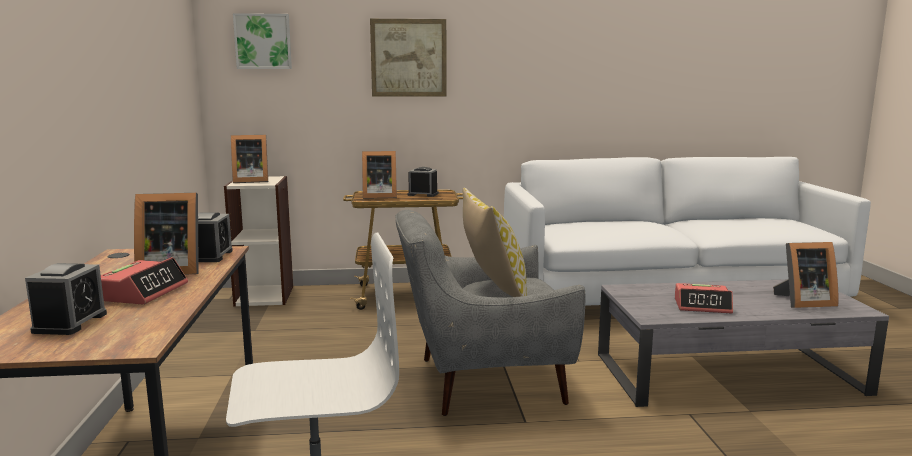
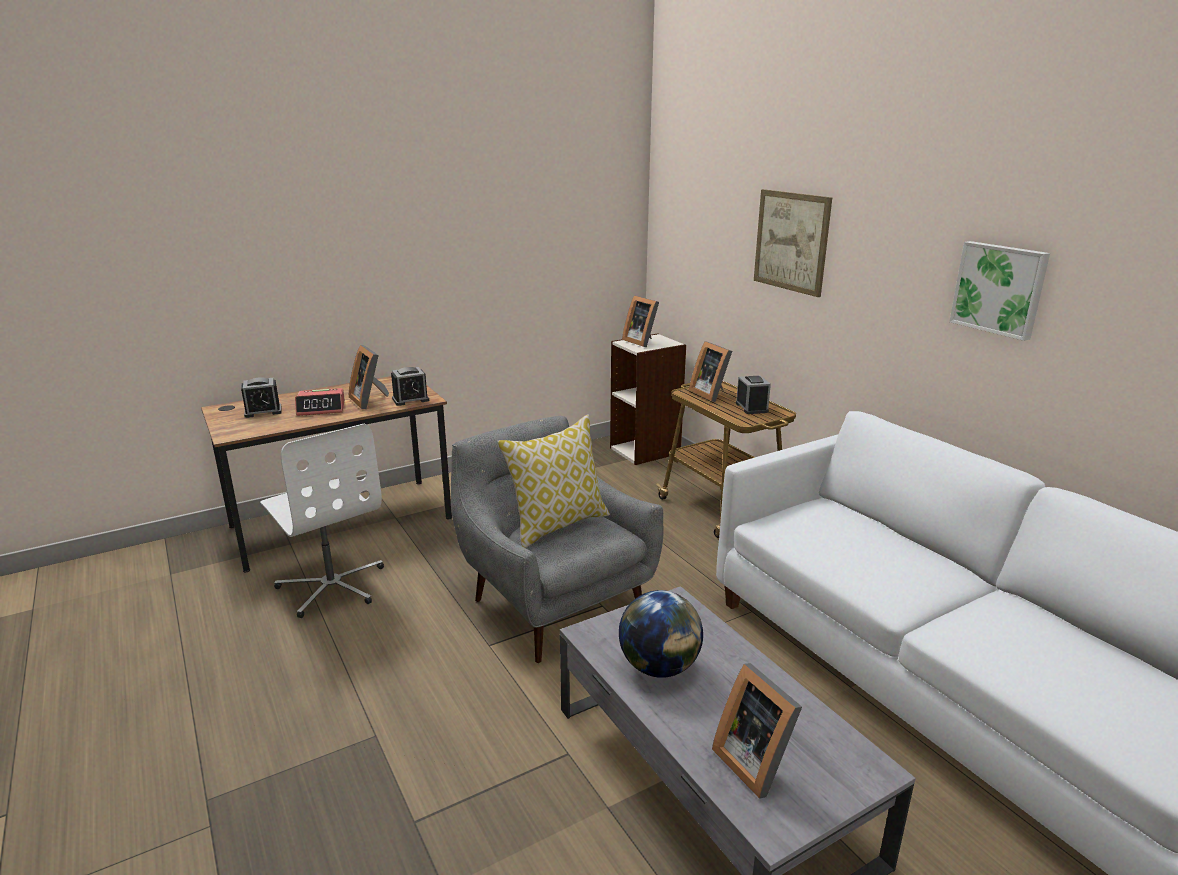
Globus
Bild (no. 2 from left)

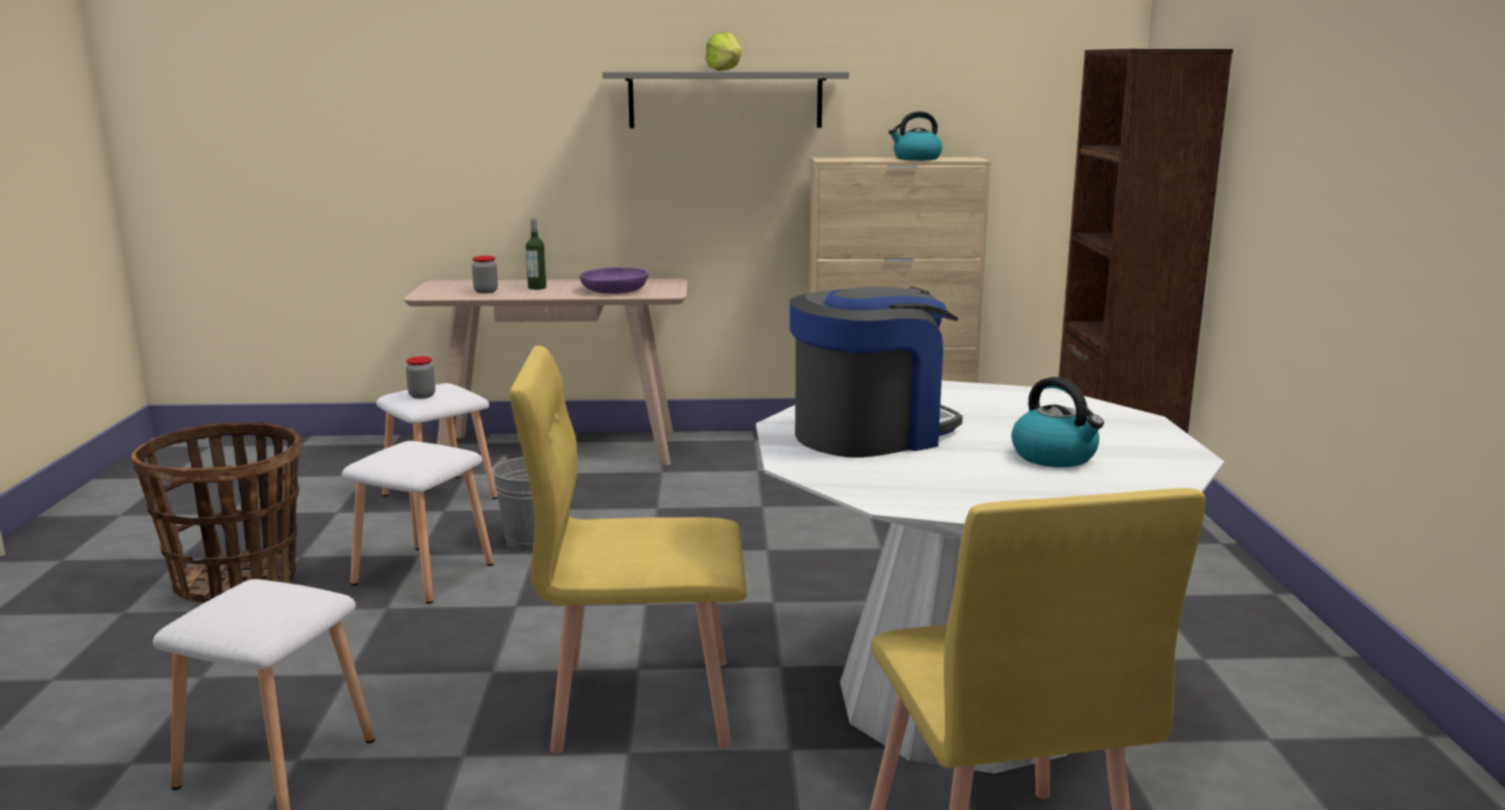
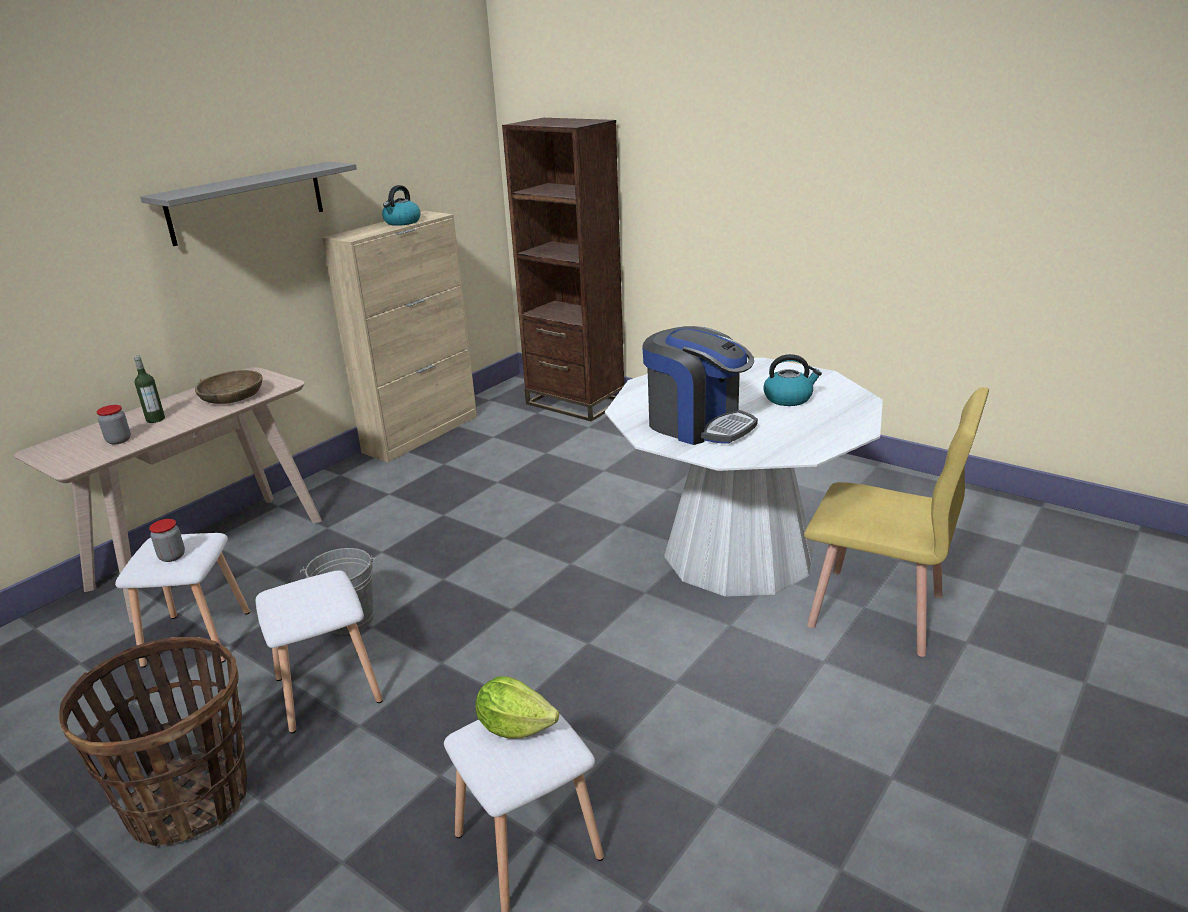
Schüssel [braun]
Salatkopf
Kaffeemaschine
Stuhl [gelb] (no. 1 from left in the first image)

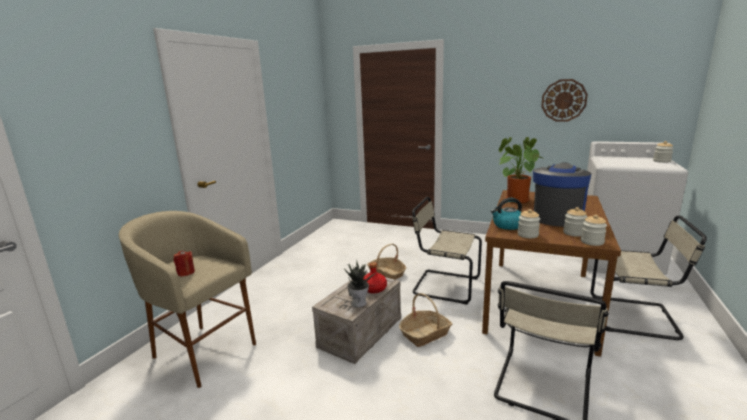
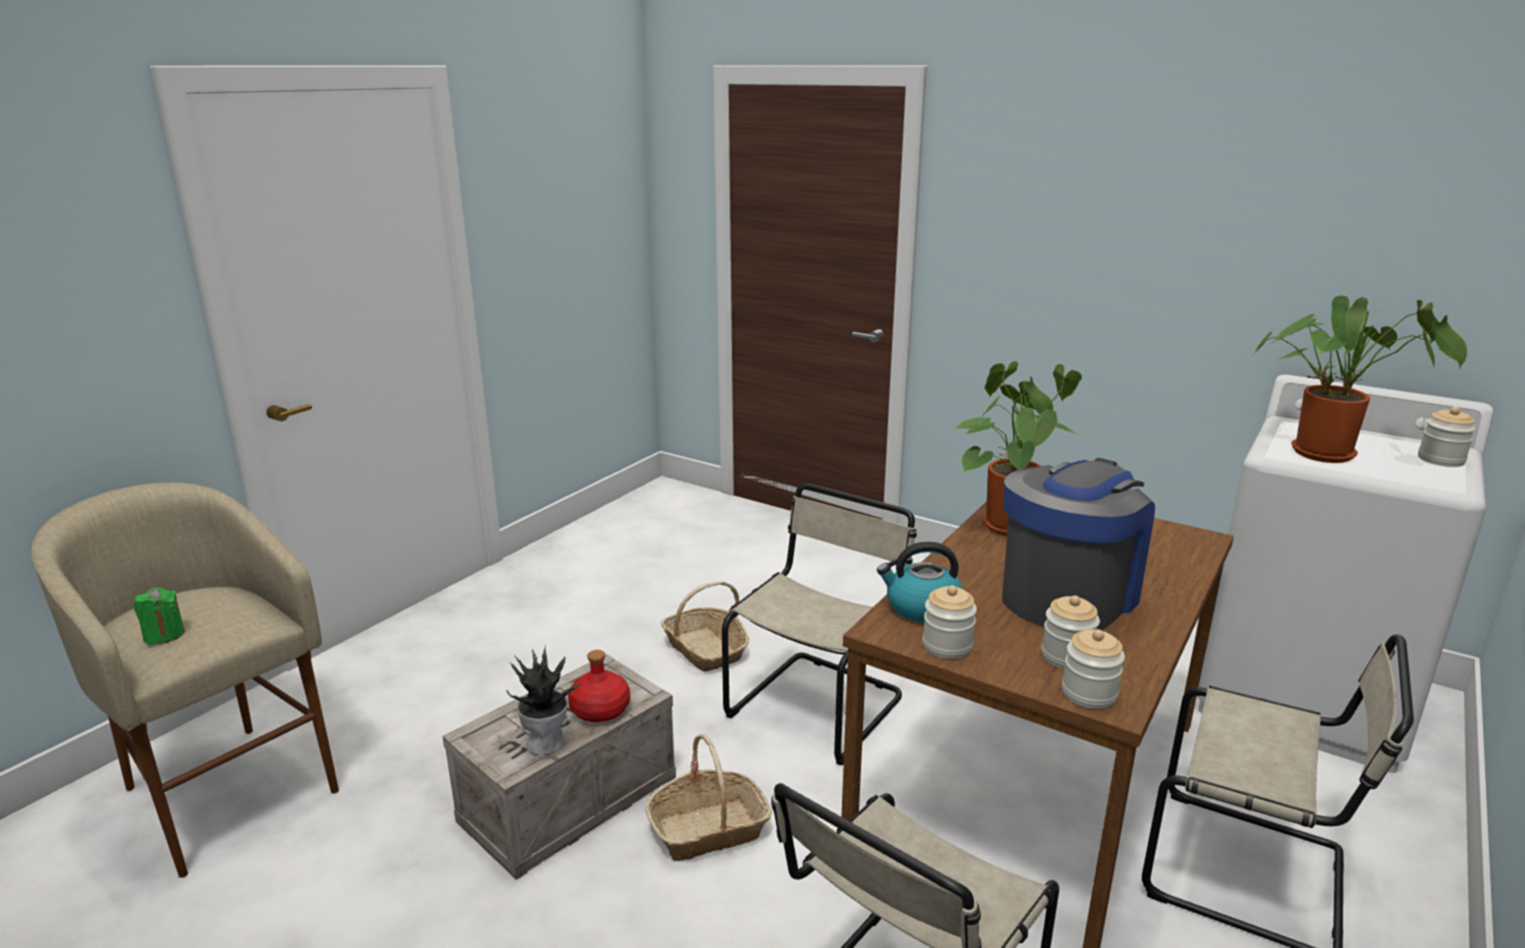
Kerze [grün]
Stuhl [beige] (no. 1 from left)
Topfpflanze (no. 3 from left)
Wanduhr

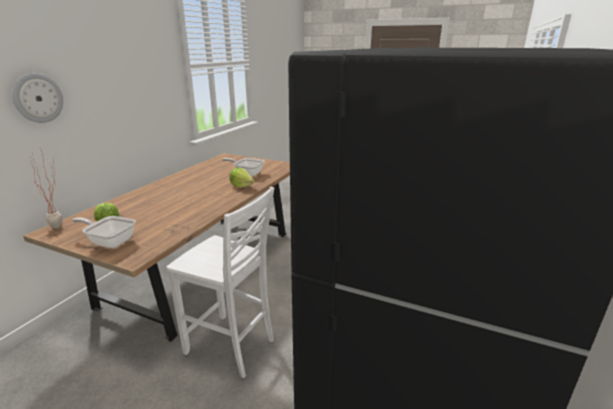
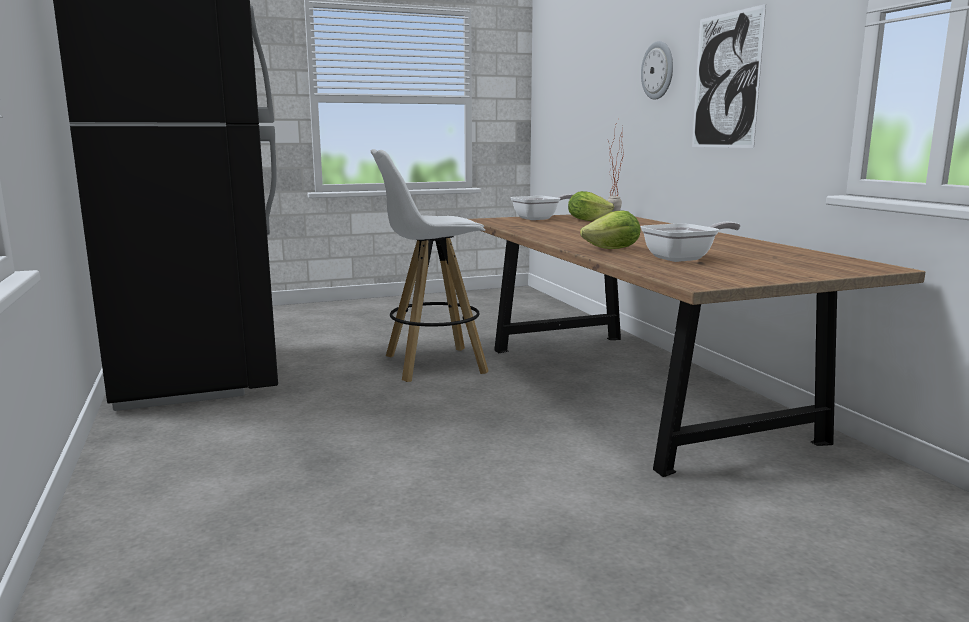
Hocker [weiß]
Bild

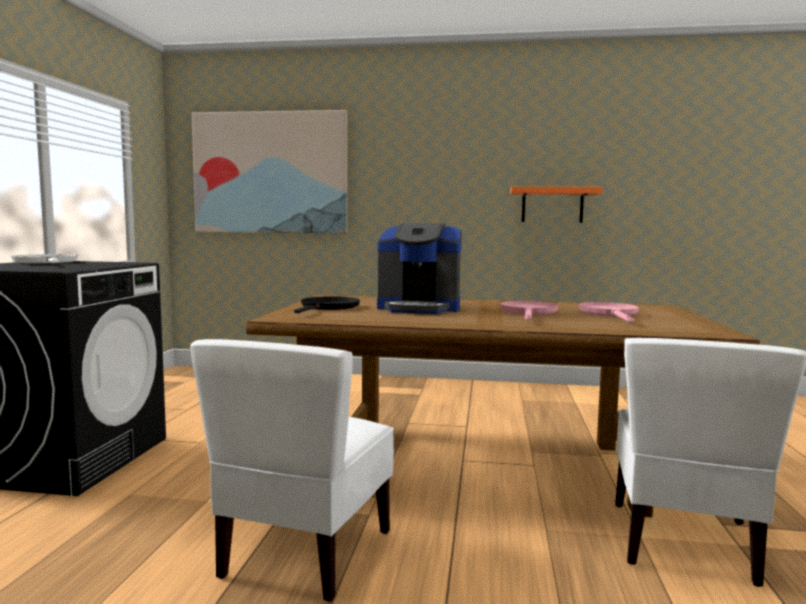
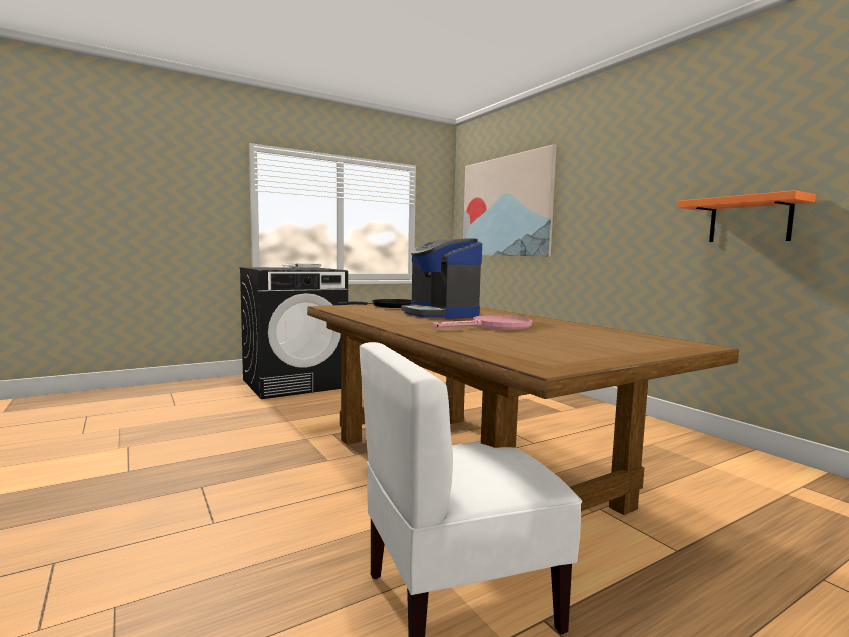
Stuhl [weiß] (no. 1 from left in the first image)
Pfanne [rosa] (no. 2 from left in the first image)

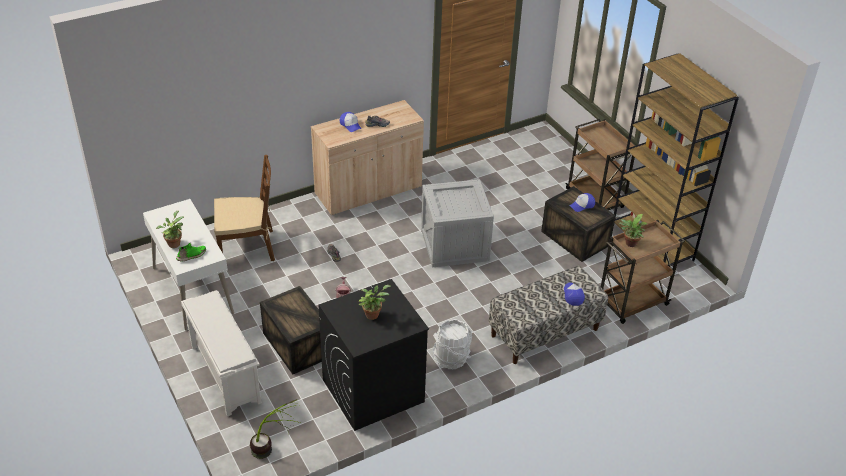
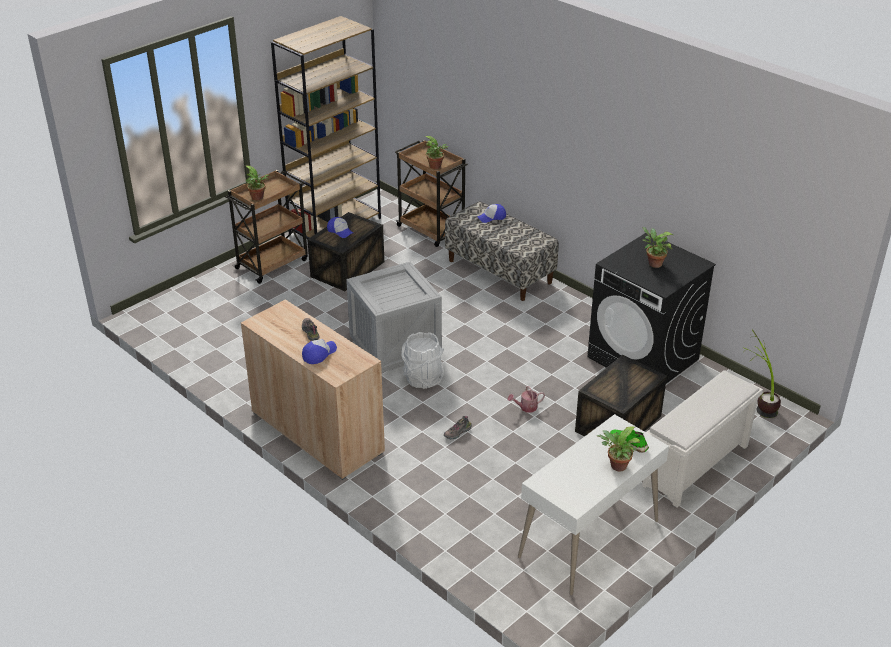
Topfpflanze (no. 1 from left)
Eimer [weiß]
Stuhl [braun]

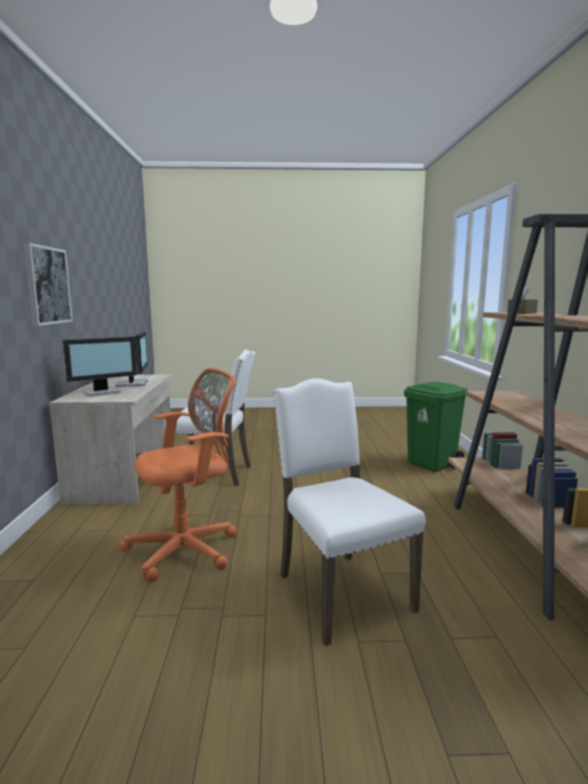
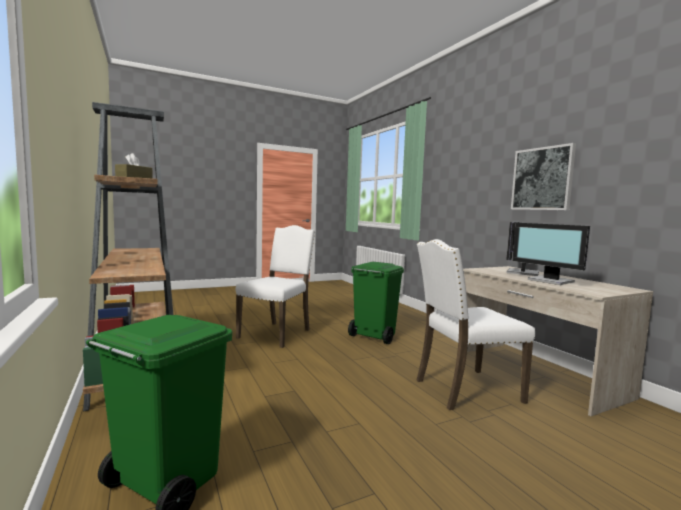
Stuhl [weiß] (no. 1 from left)
Mülleimer [grün] (no. 2 from left)

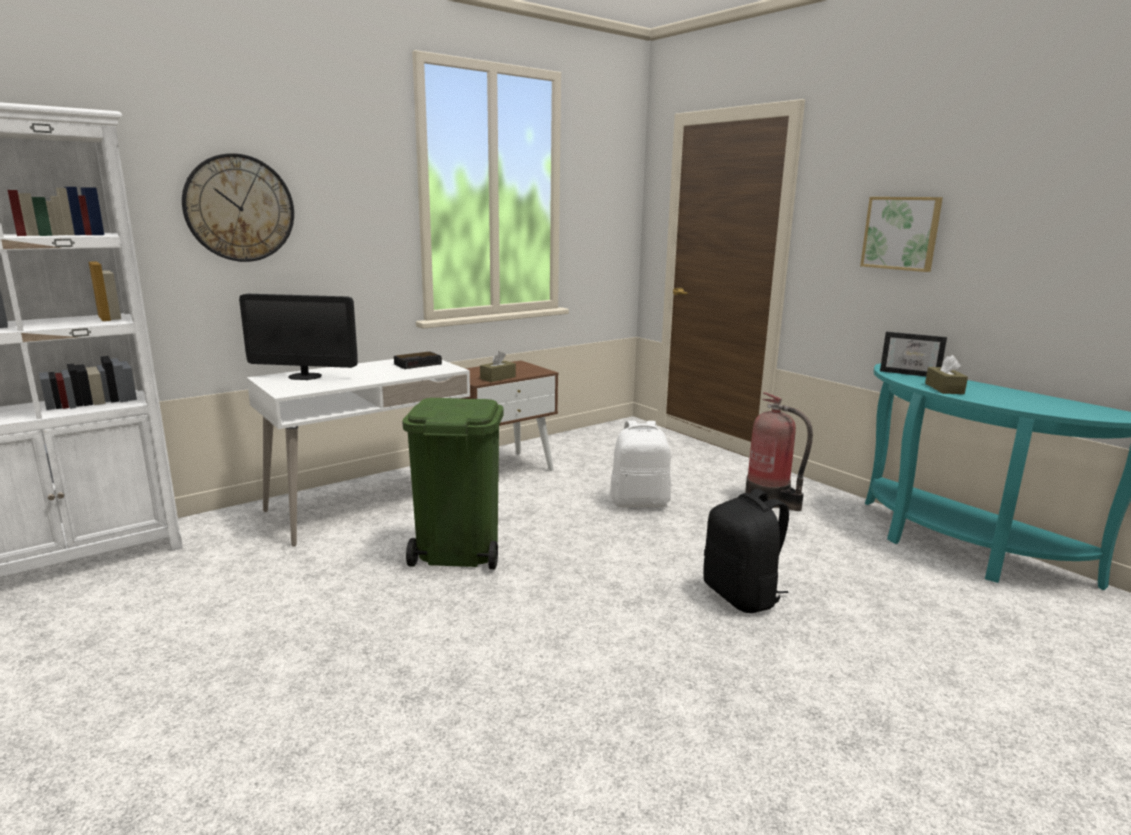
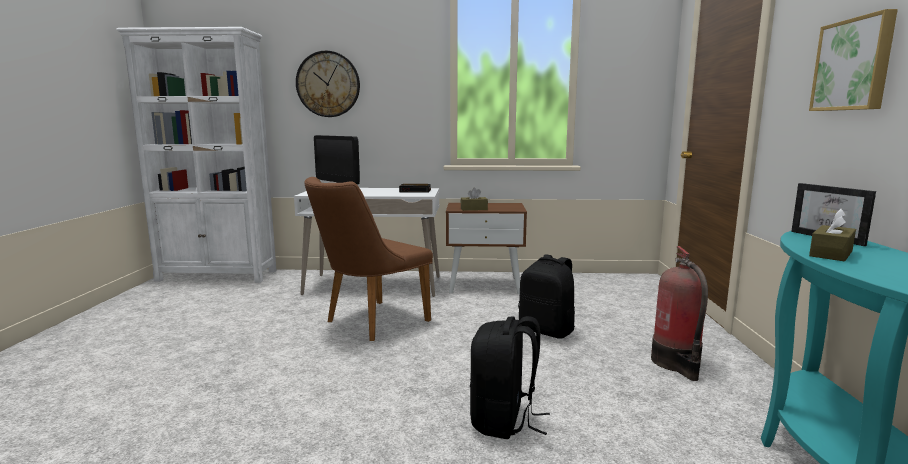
Stuhl [braun]
Rucksack [schwarz] (no. 2 from left)

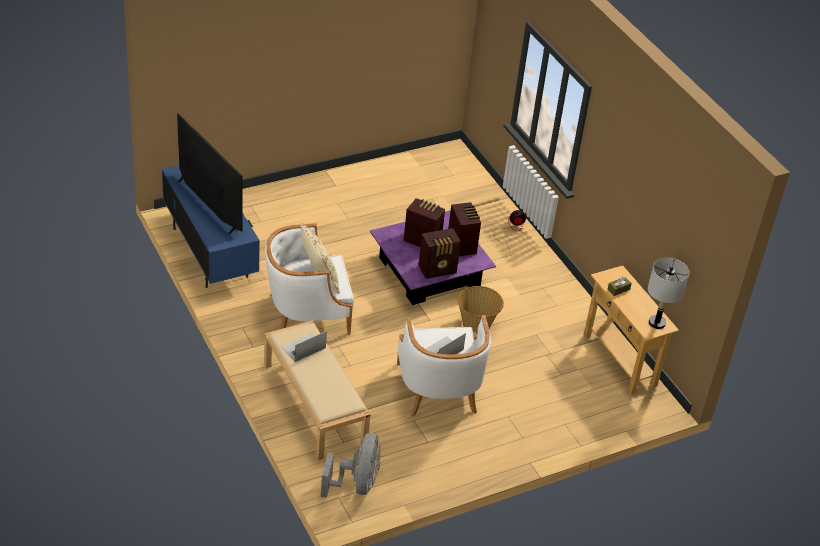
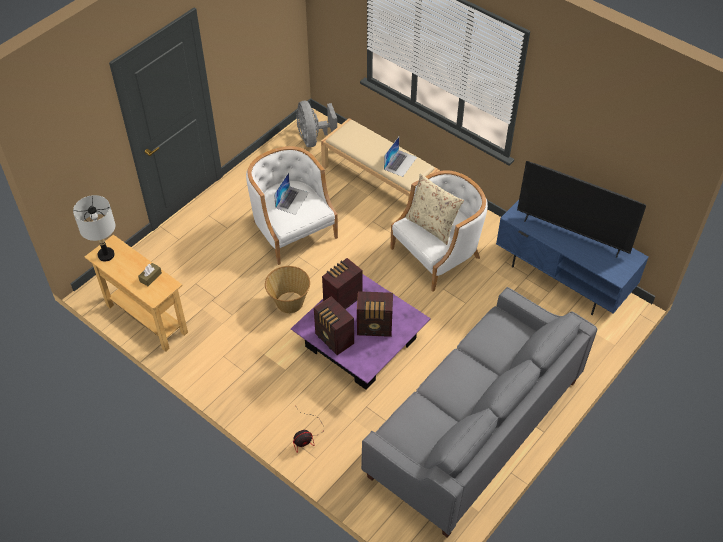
Sofa [grau]

